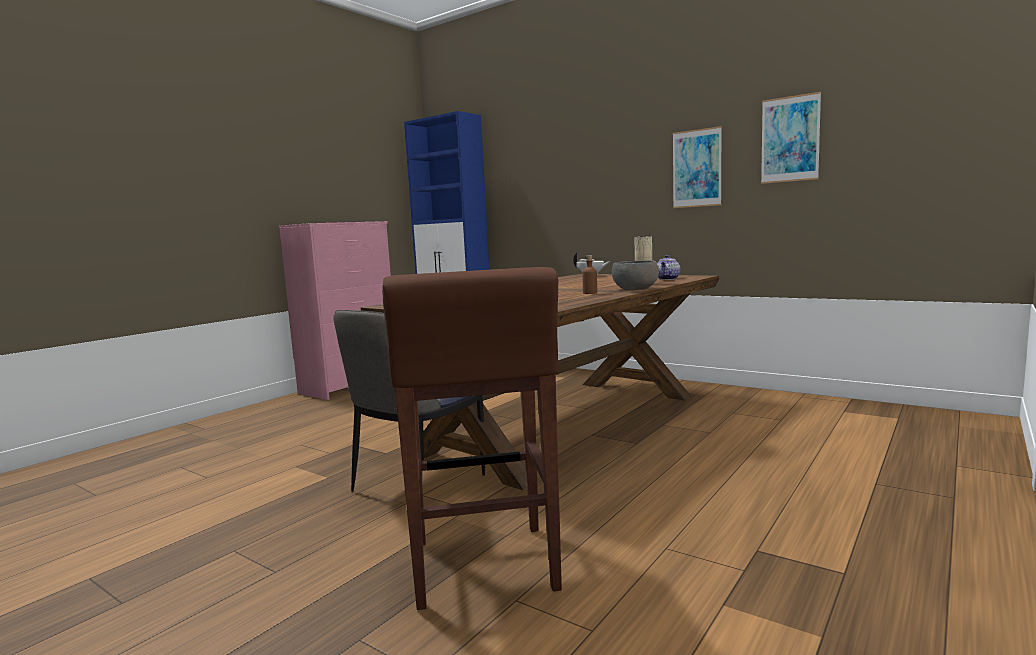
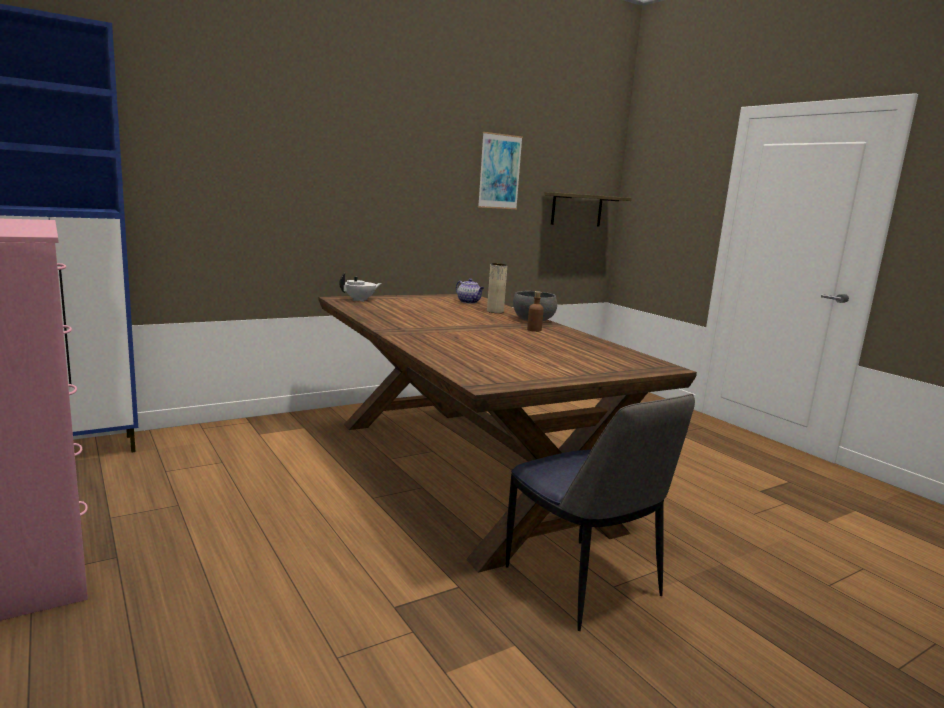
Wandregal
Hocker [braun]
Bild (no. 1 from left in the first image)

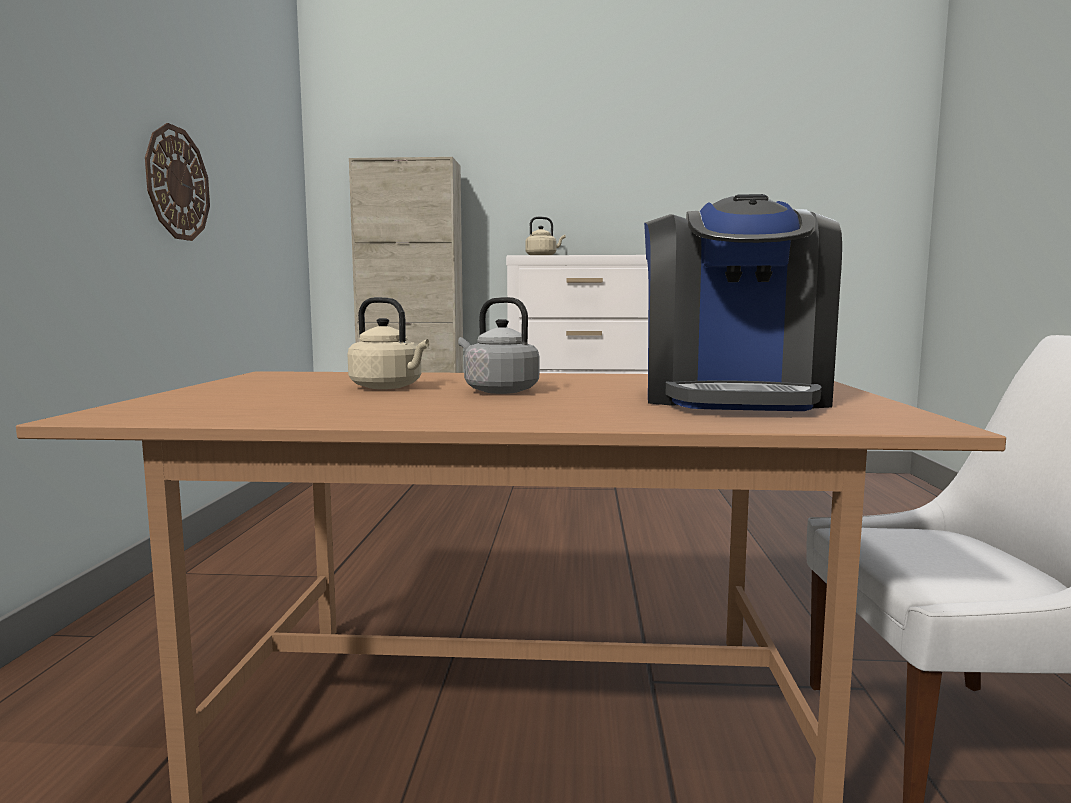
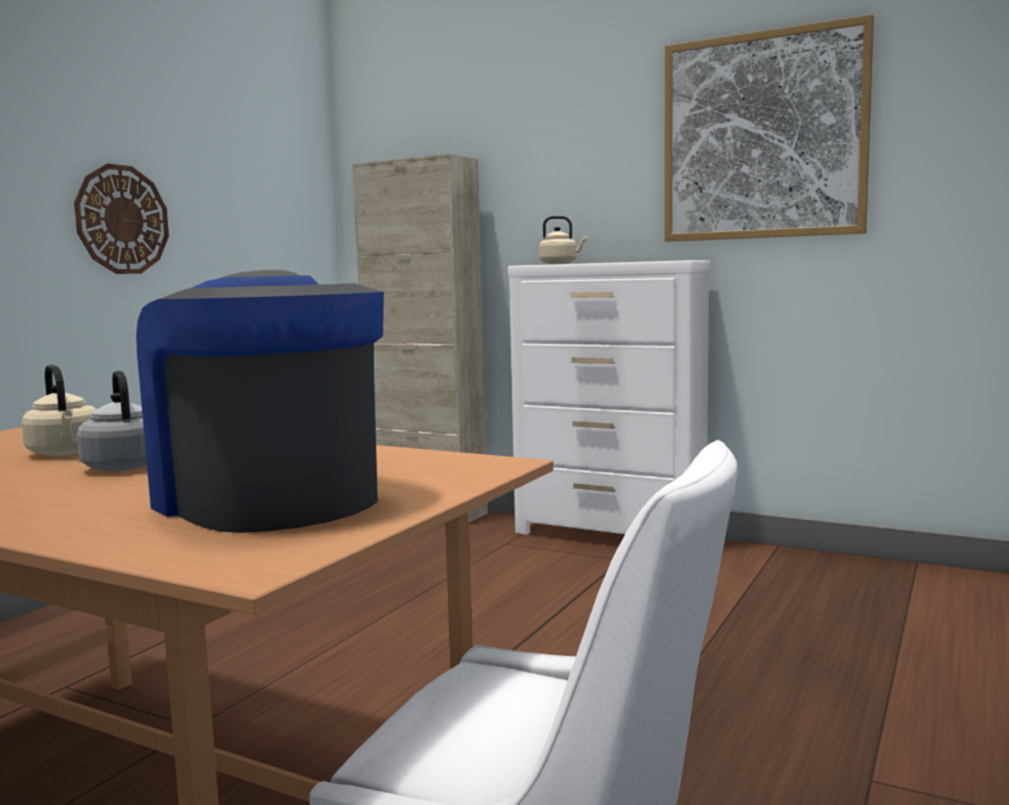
Kaffeemaschine
Bild

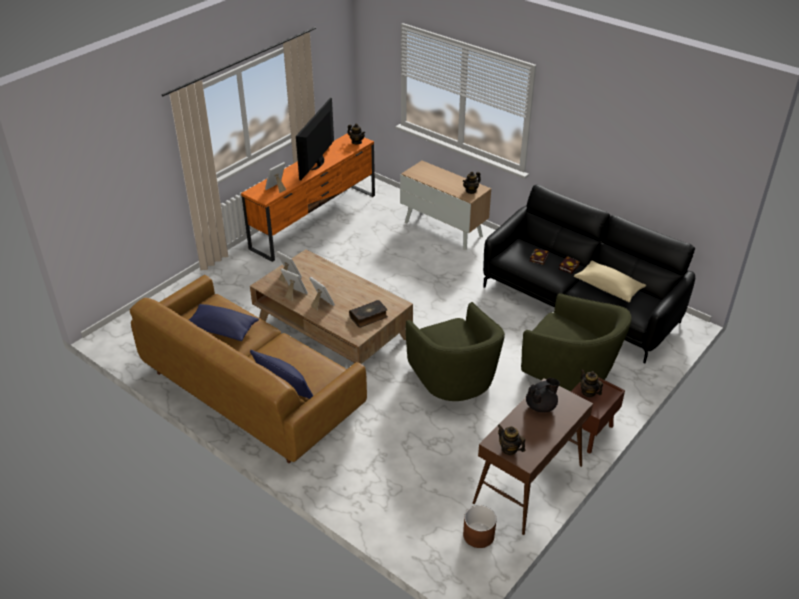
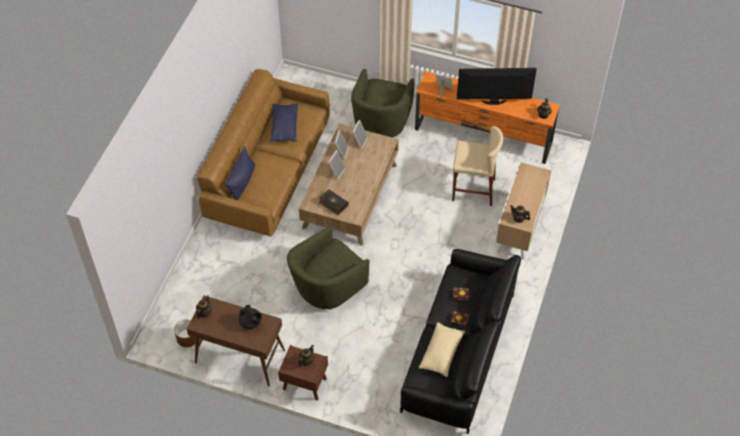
Sessel [grün] (no. 2 from left)
Hocker [beige]

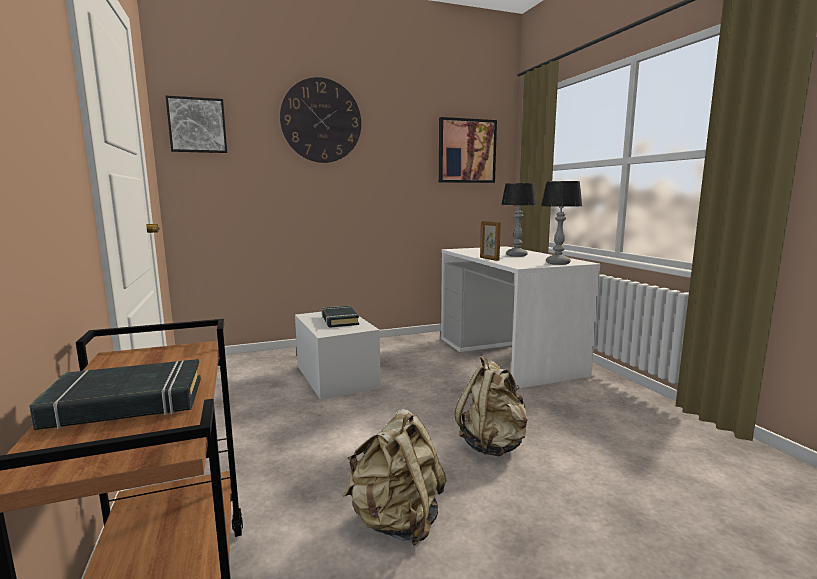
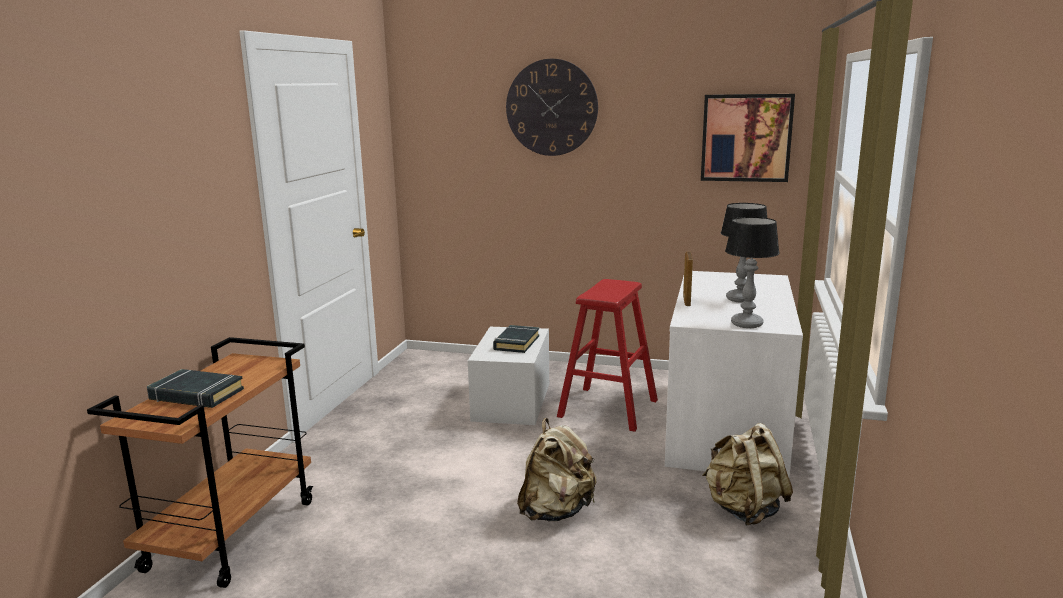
Hocker [rot]
Rucksack [beige] (no. 2 from left)
Bild (no. 1 from left in the first image)

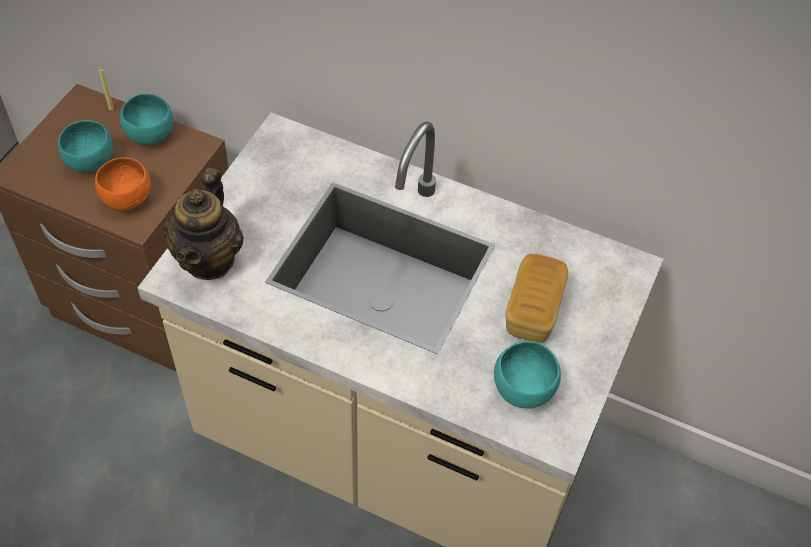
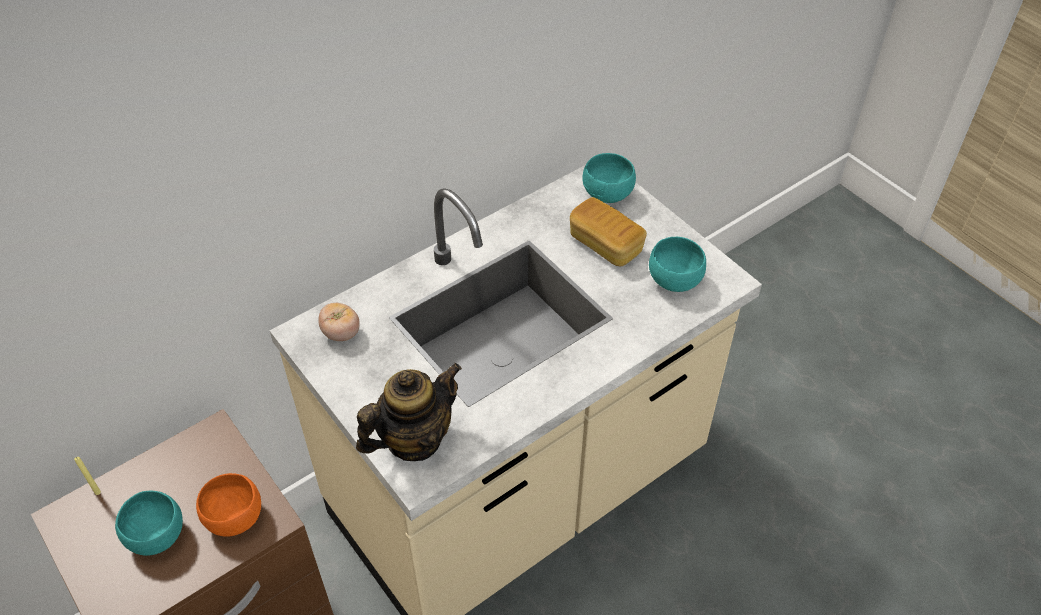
Tomate
Teekanne
Schüssel [türkis] (no. 2 from left)

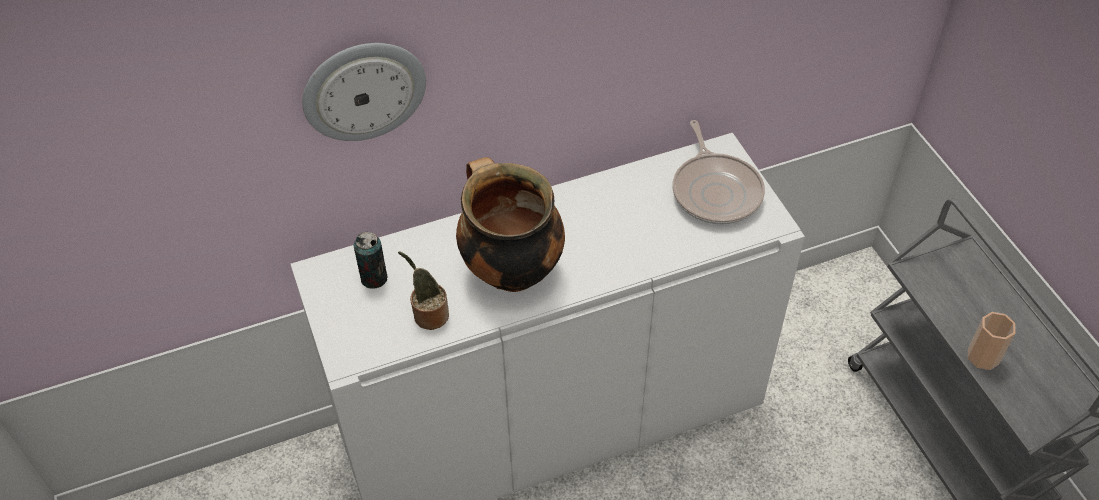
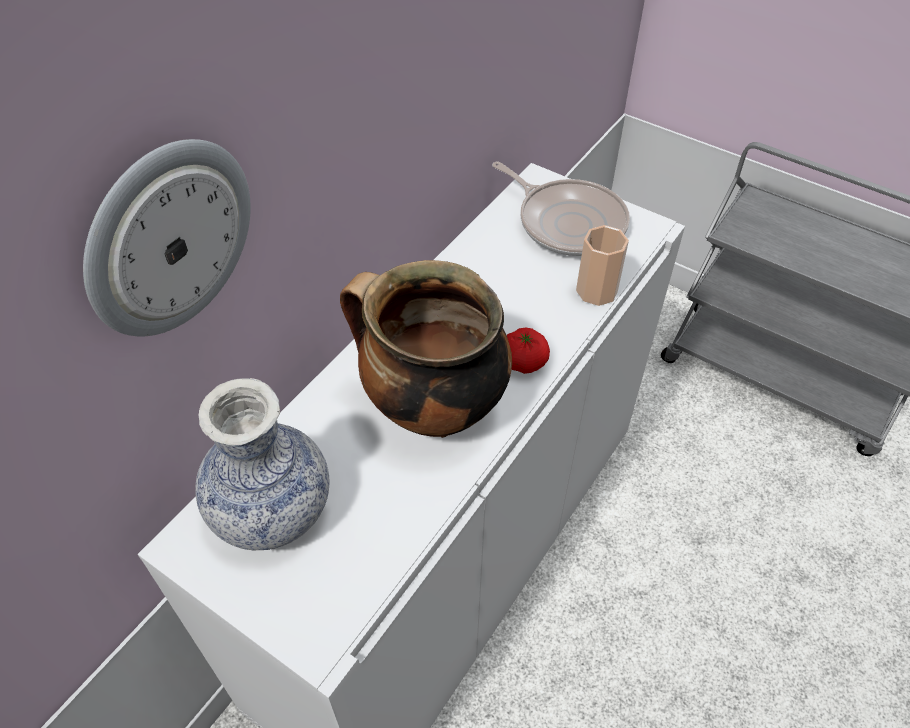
Vase
Tomate
Tasse
Topfpflanze

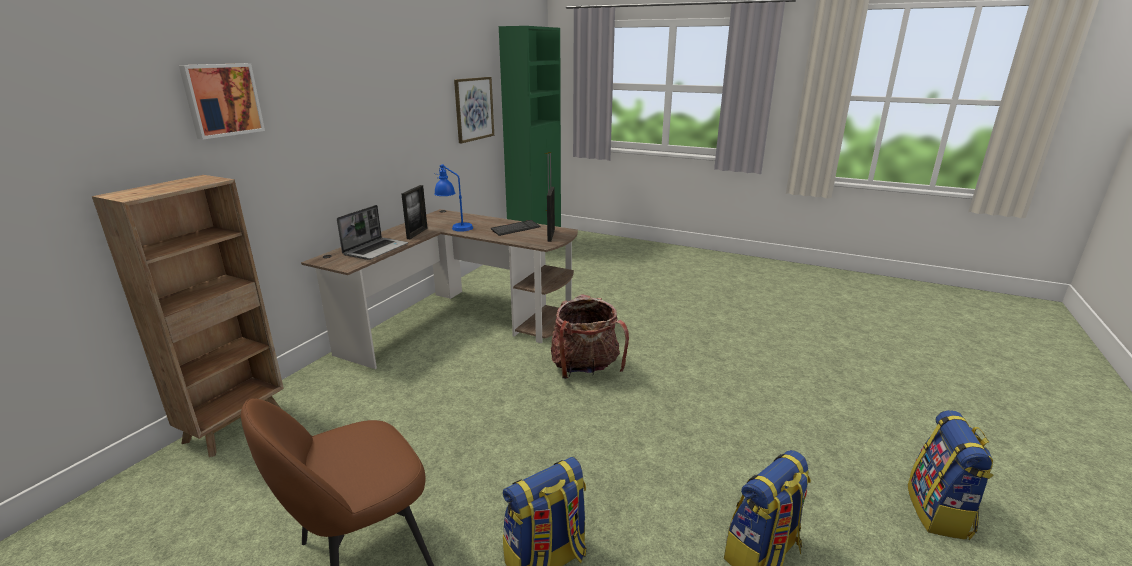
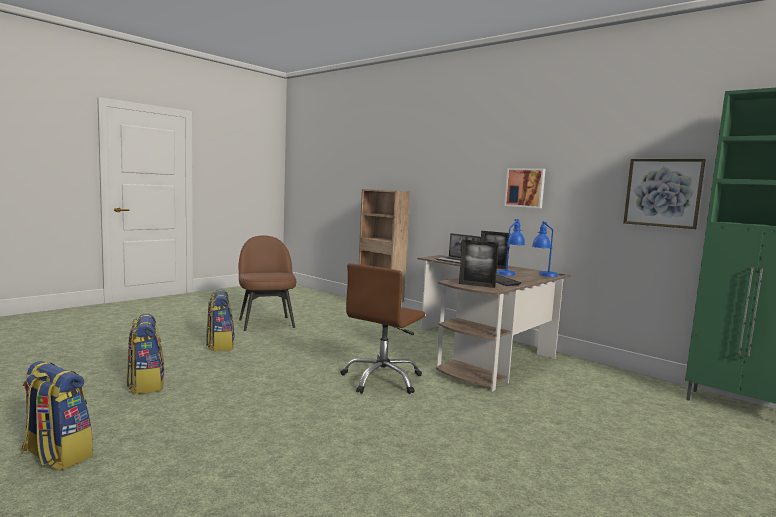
Bürostuhl [braun]
Bild (no. 1 from left)
Tischlampe [blau] (no. 2 from left)

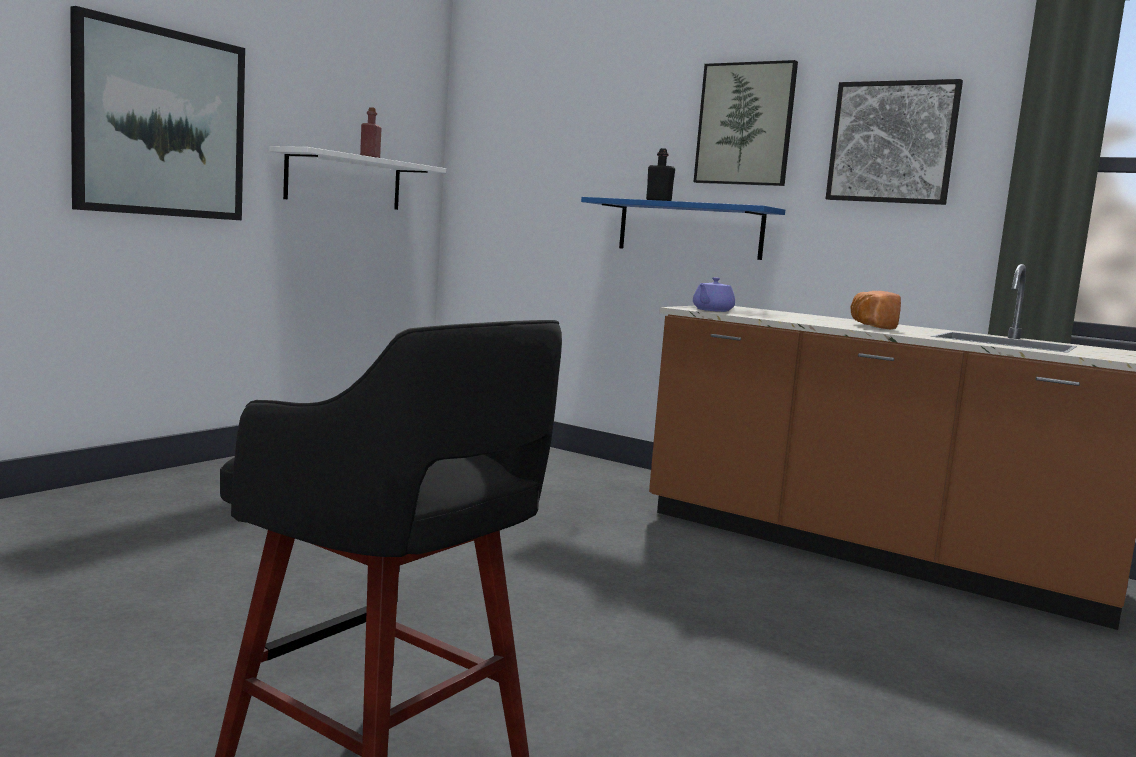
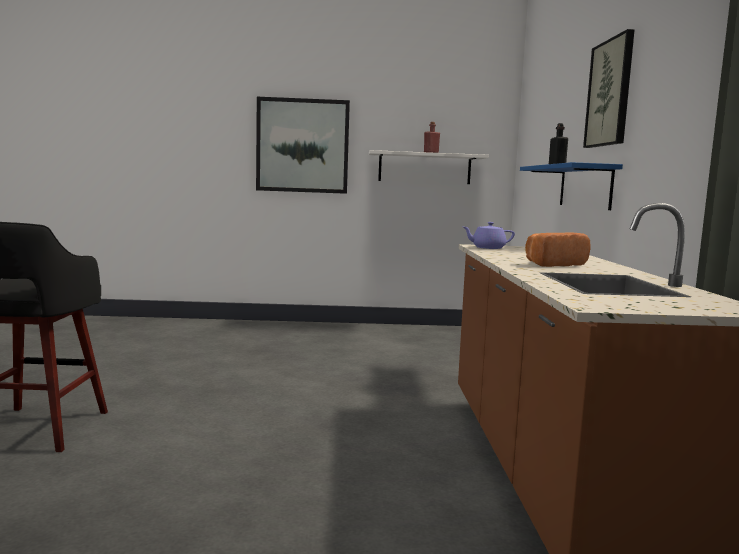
Bild (no. 3 from left in the first image)

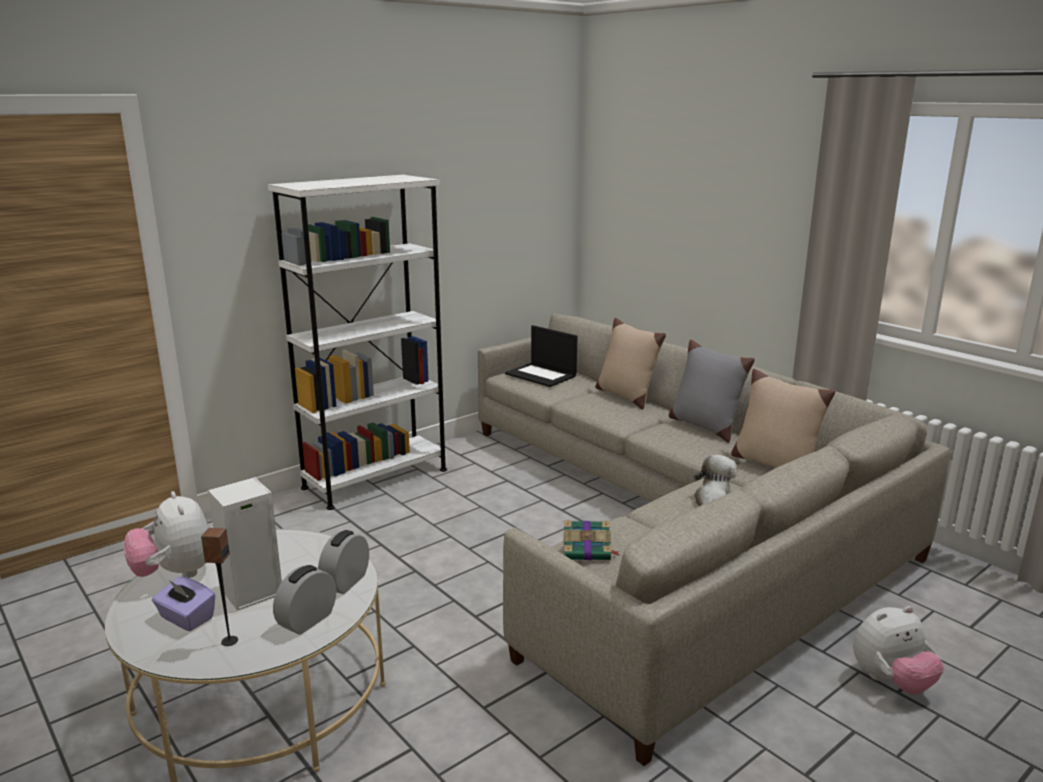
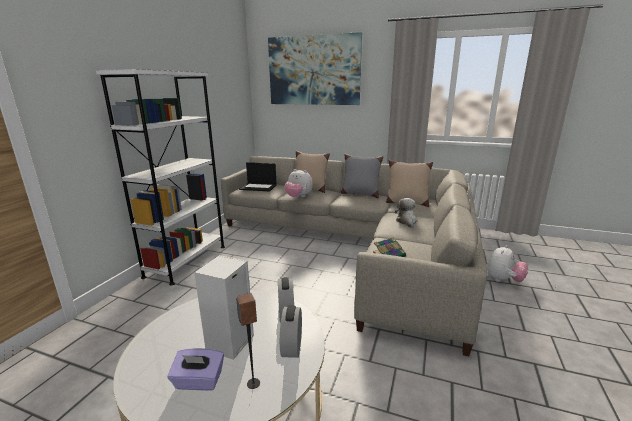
Bild
Plüschtier (no. 1 from left)

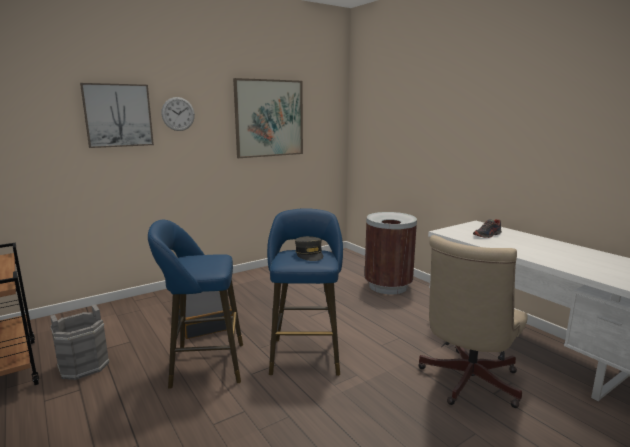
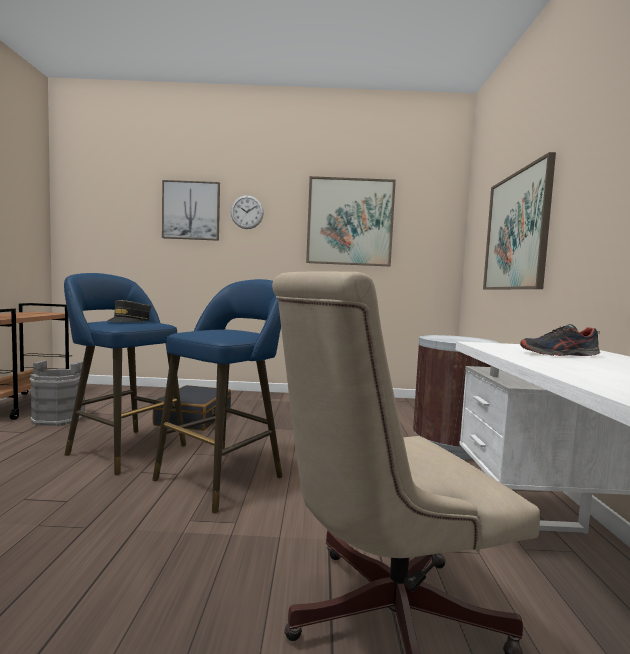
Kappe [grau]
Bild (no. 3 from left)

